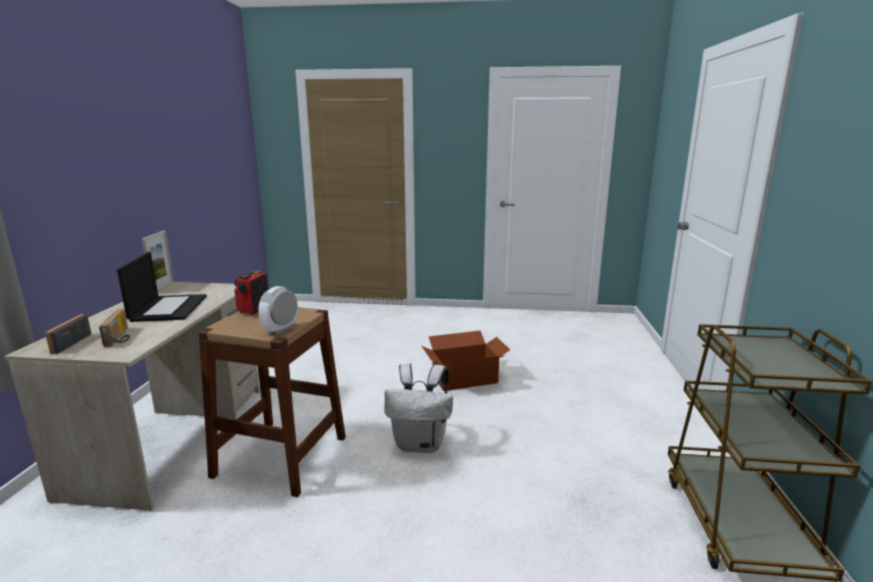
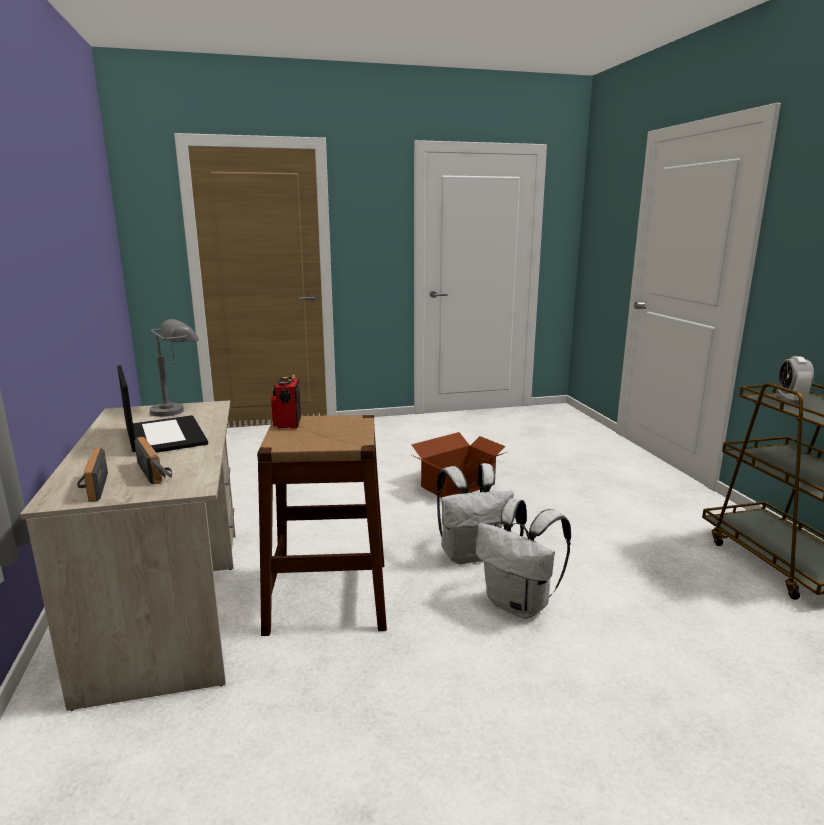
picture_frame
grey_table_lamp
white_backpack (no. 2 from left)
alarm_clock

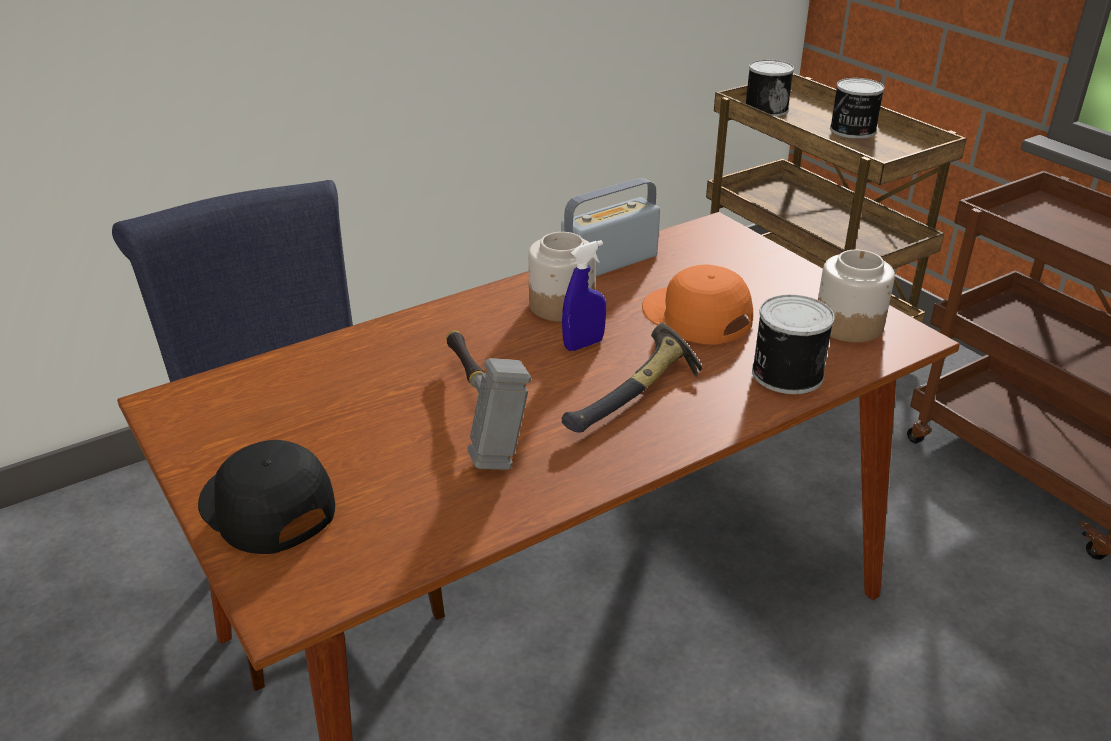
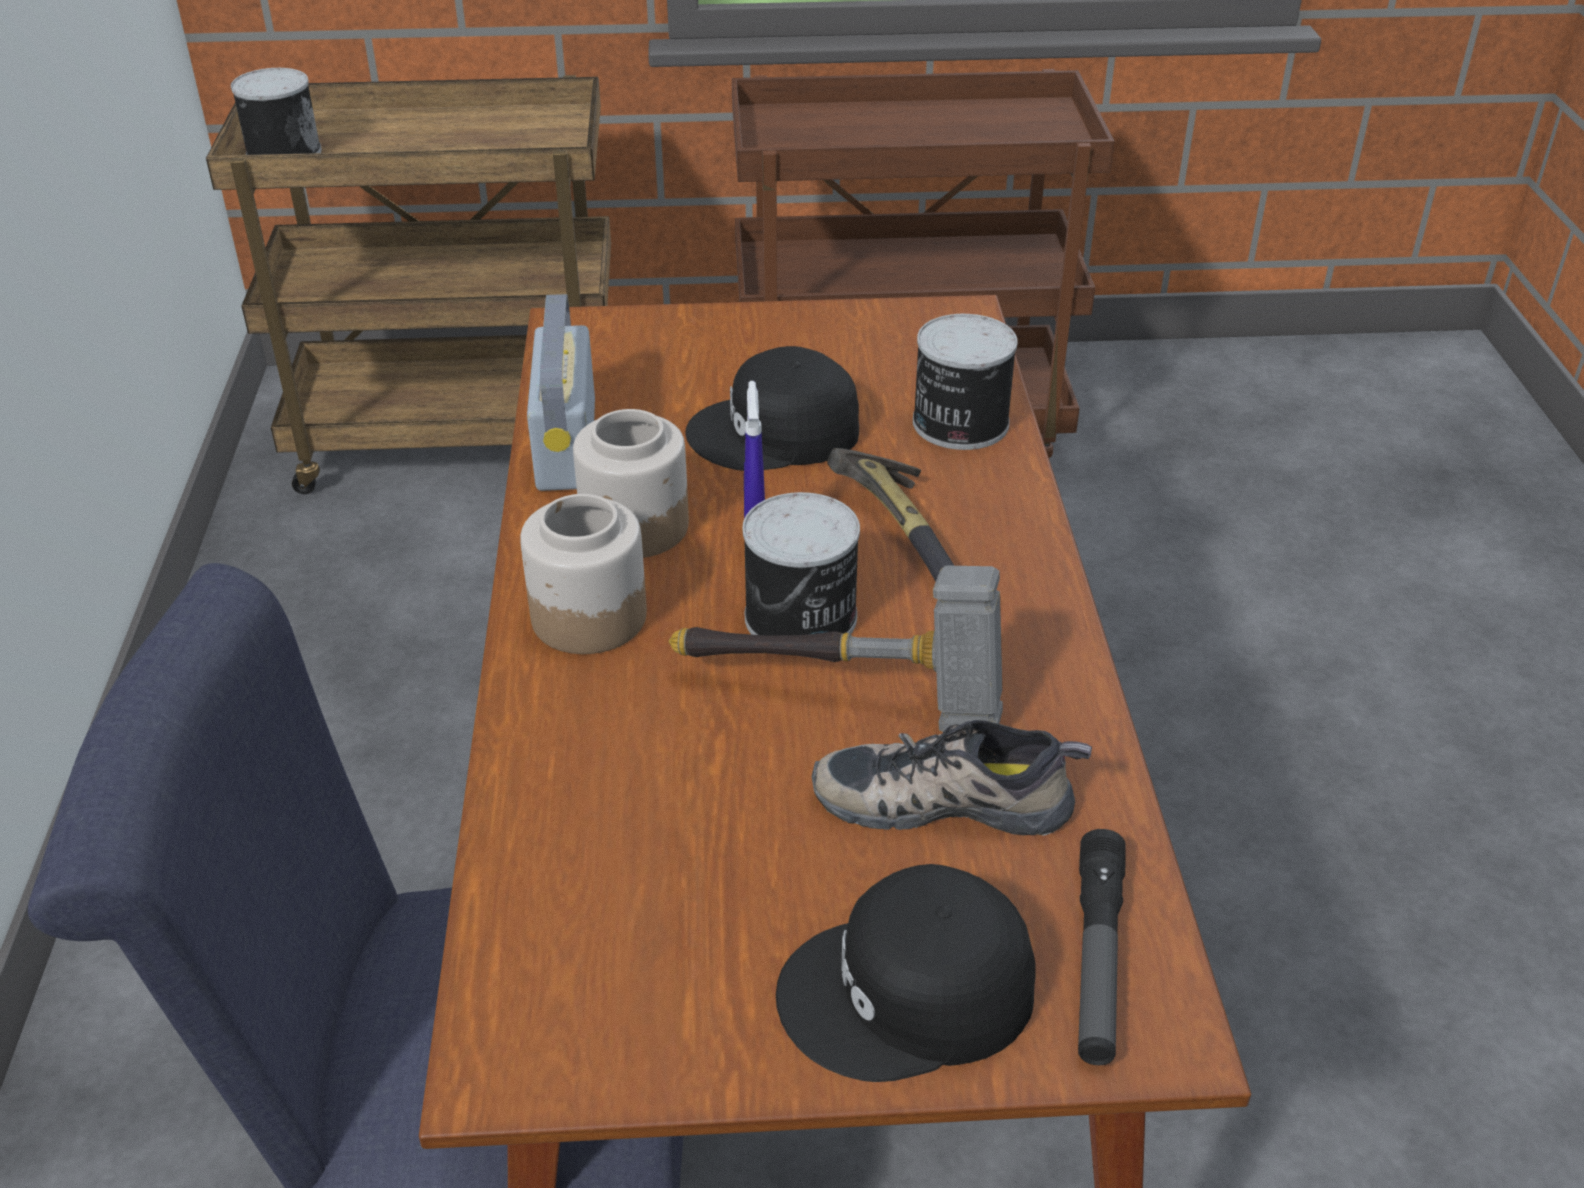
shoe
flashlight
jar (no. 1 from left)
can (no. 2 from left)
black_cap (no. 1 from left)

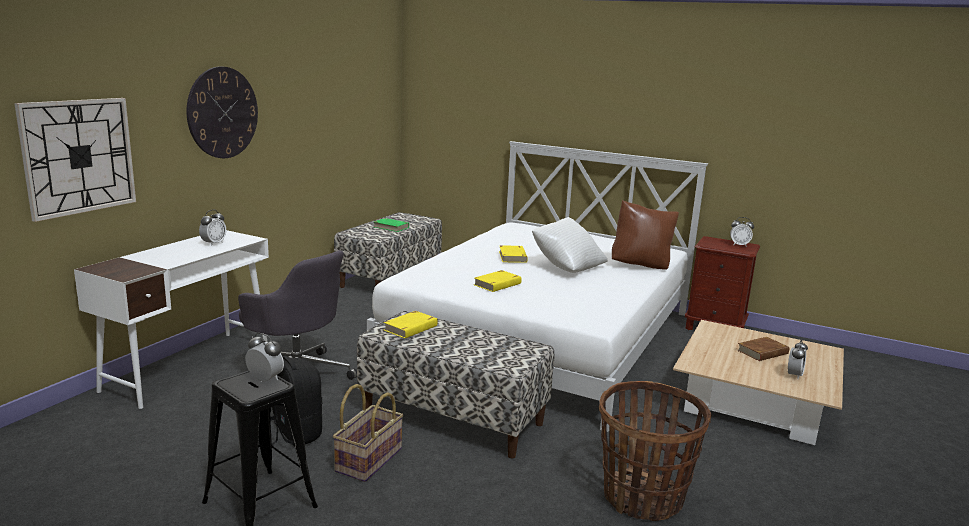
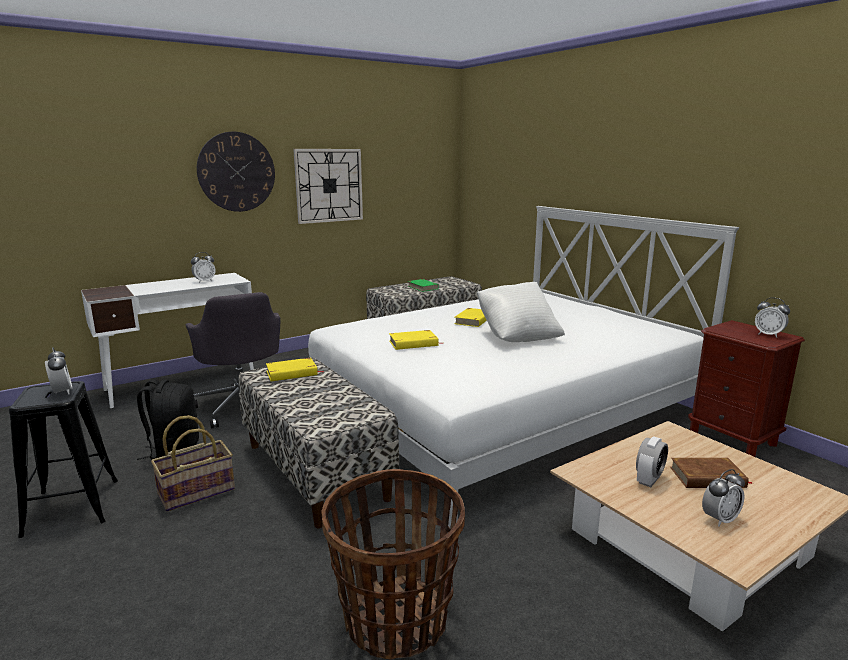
brown_pillow
alarm_clock (no. 3 from left)
wall_clock (no. 2 from left)

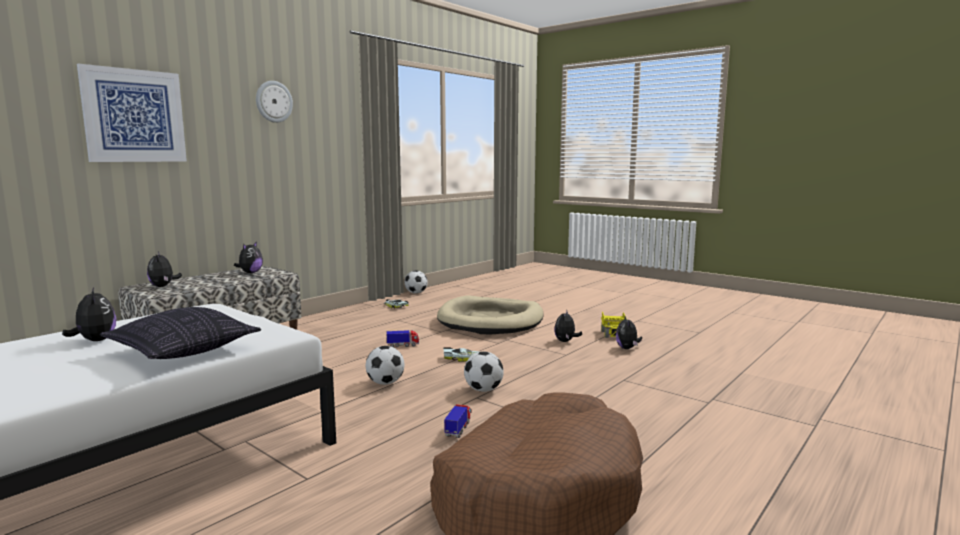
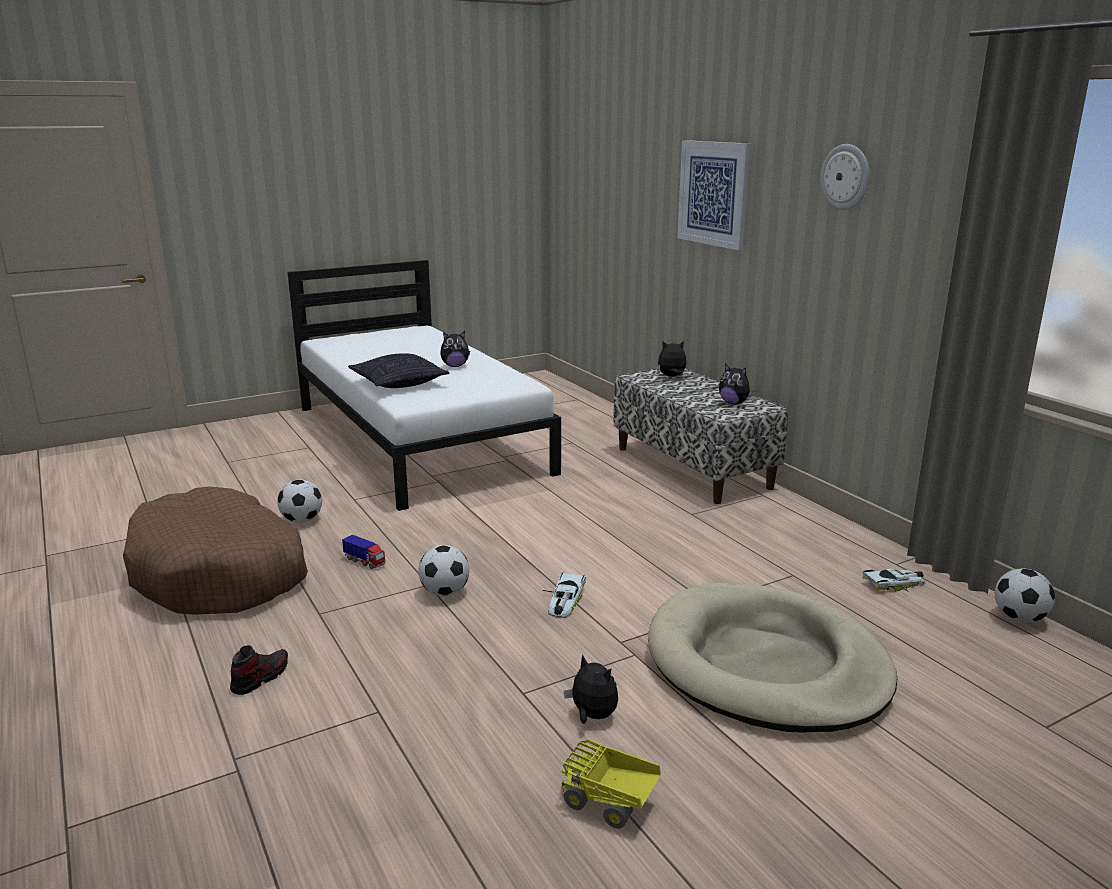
toy_truck (no. 1 from left in the first image)
plush_toy (no. 5 from left in the first image)
shoe
football (no. 1 from left)

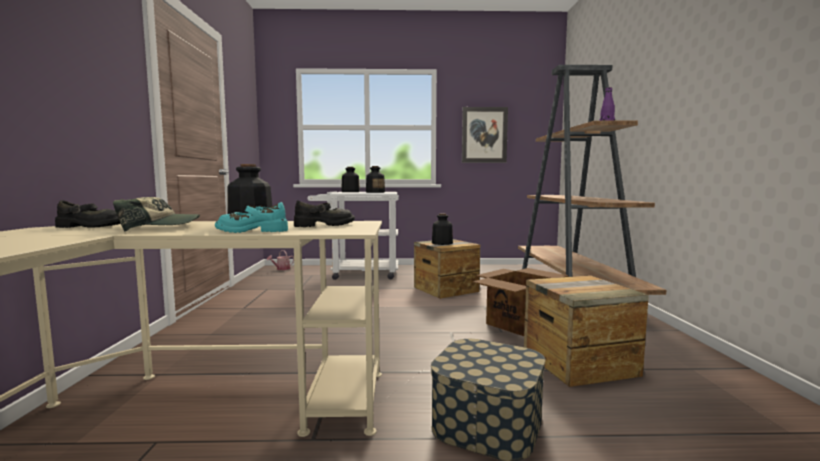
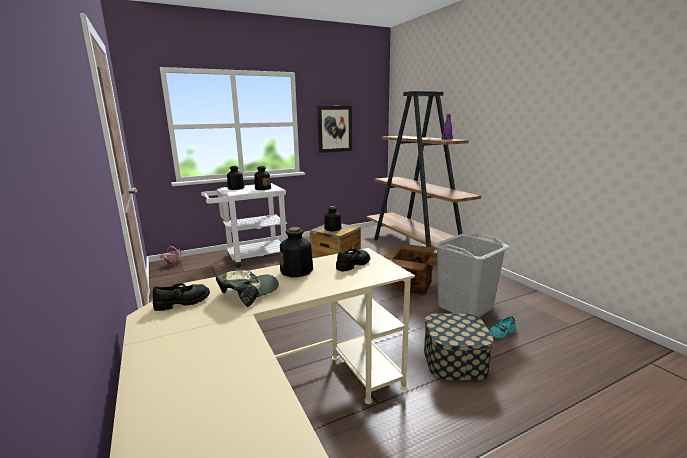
turquoise_shoe
grey_laundry_basket

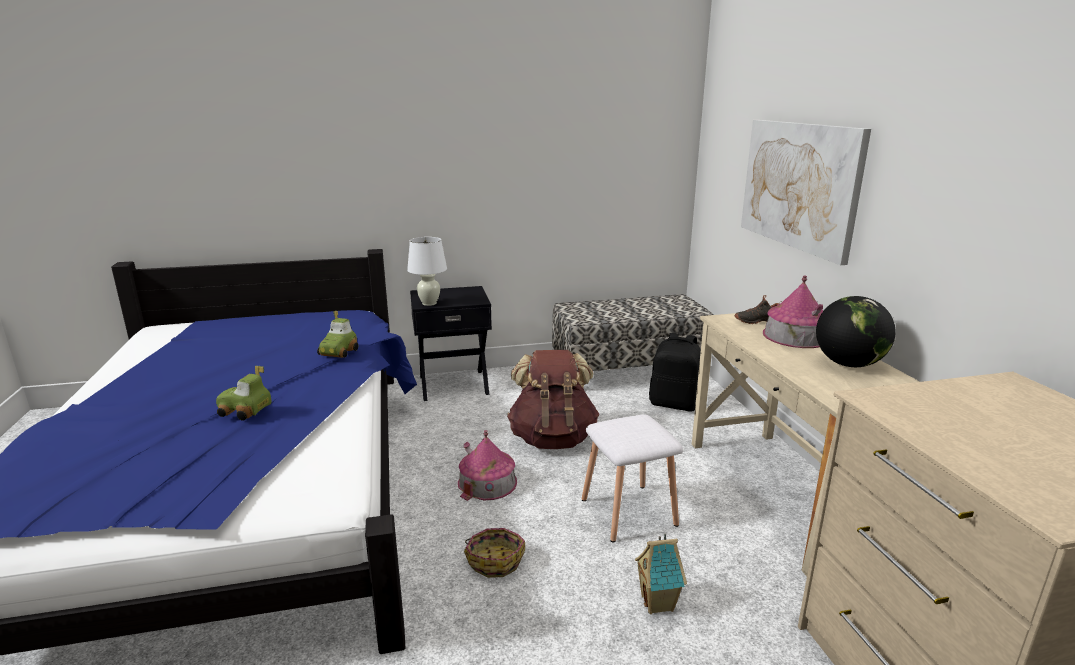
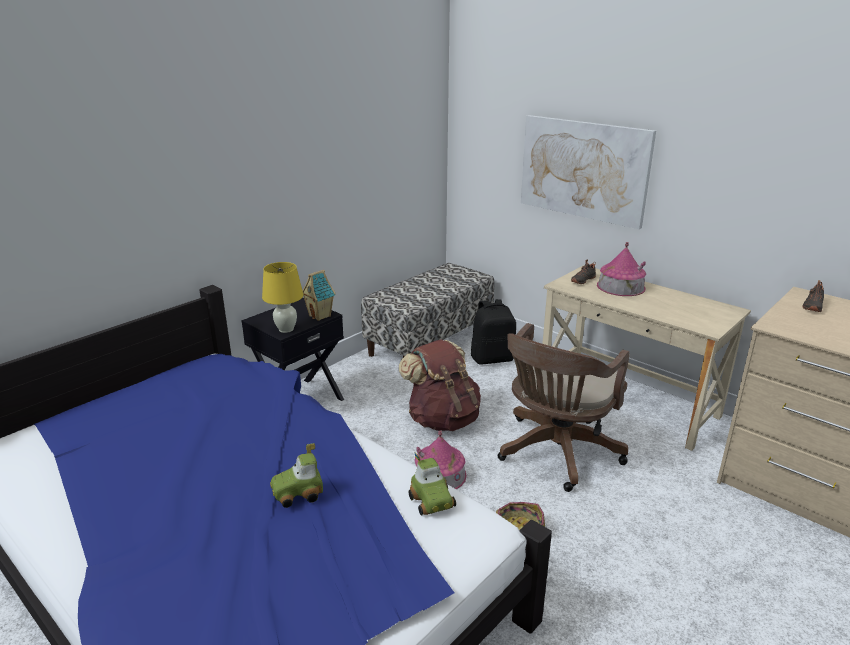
globe
black_shoe (no. 2 from left)
toy_car (no. 2 from left)
toy_house (no. 1 from left)
brown_office_chair
yellow_table_lamp

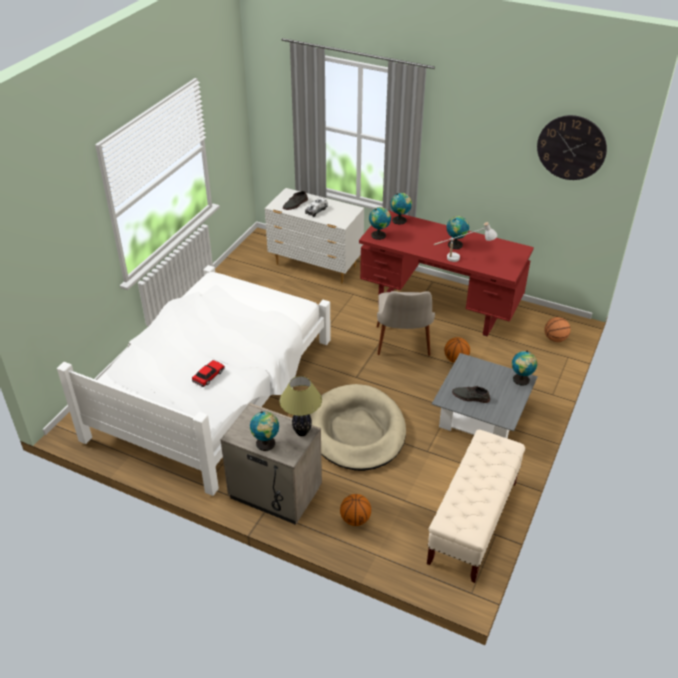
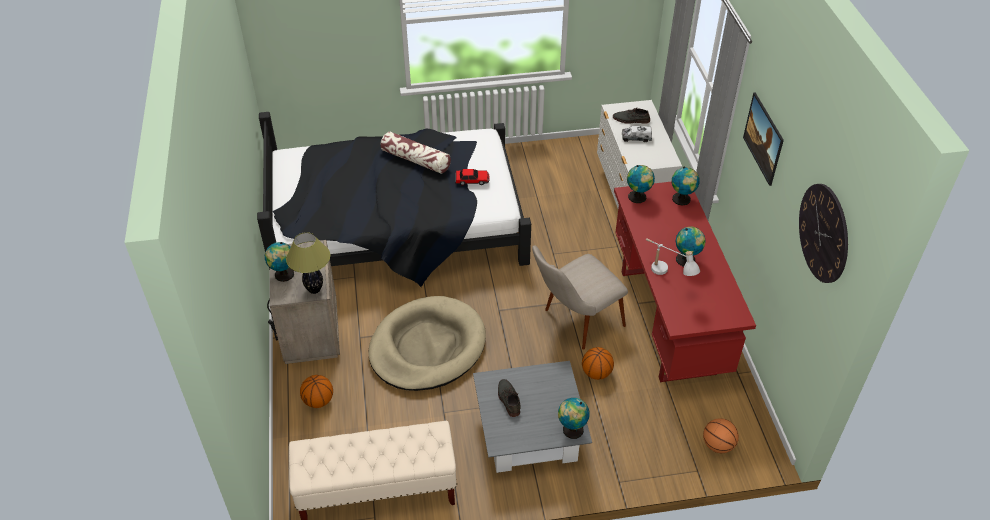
pillow
picture
toy_car
black_bed

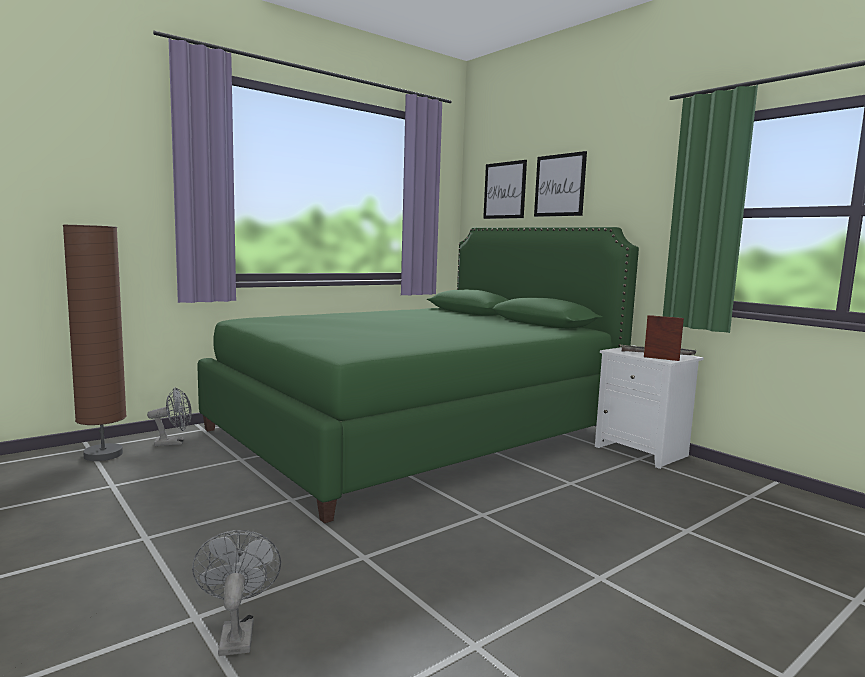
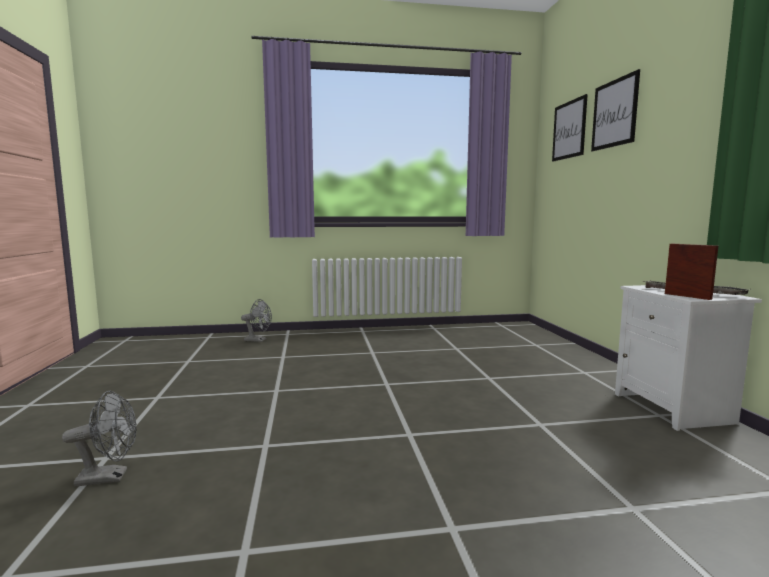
brown_floor_lamp
green_bed
grey_fan (no. 1 from left)

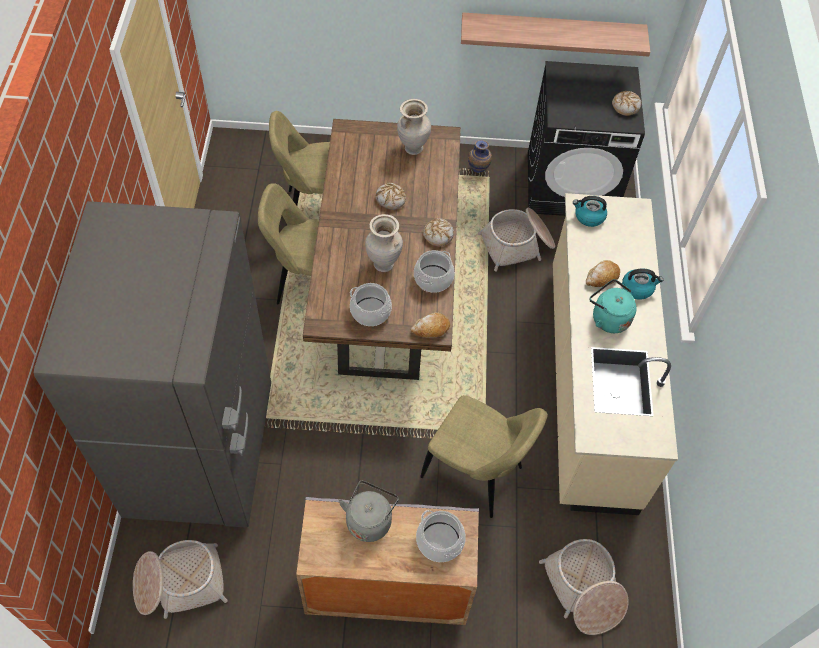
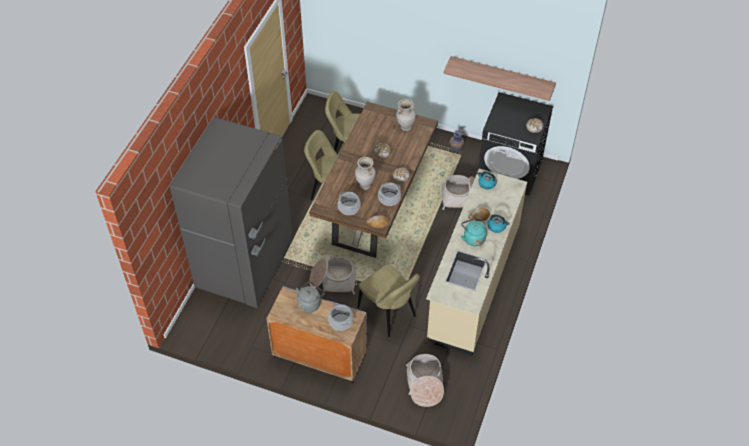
basket (no. 1 from left)

